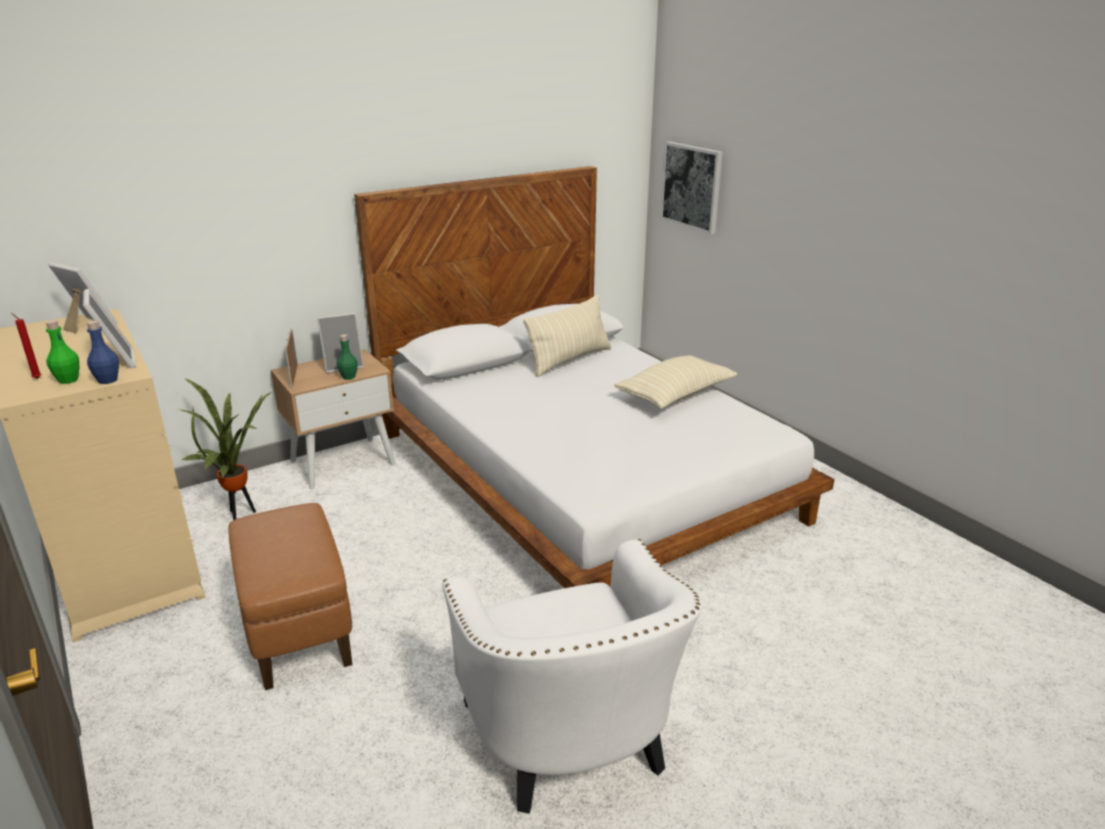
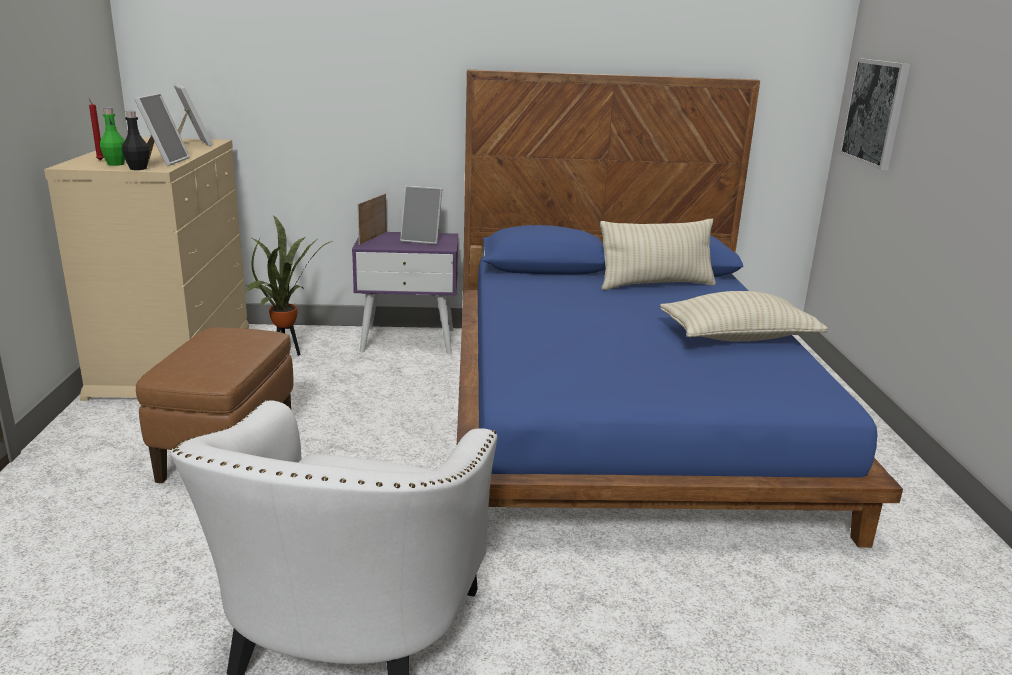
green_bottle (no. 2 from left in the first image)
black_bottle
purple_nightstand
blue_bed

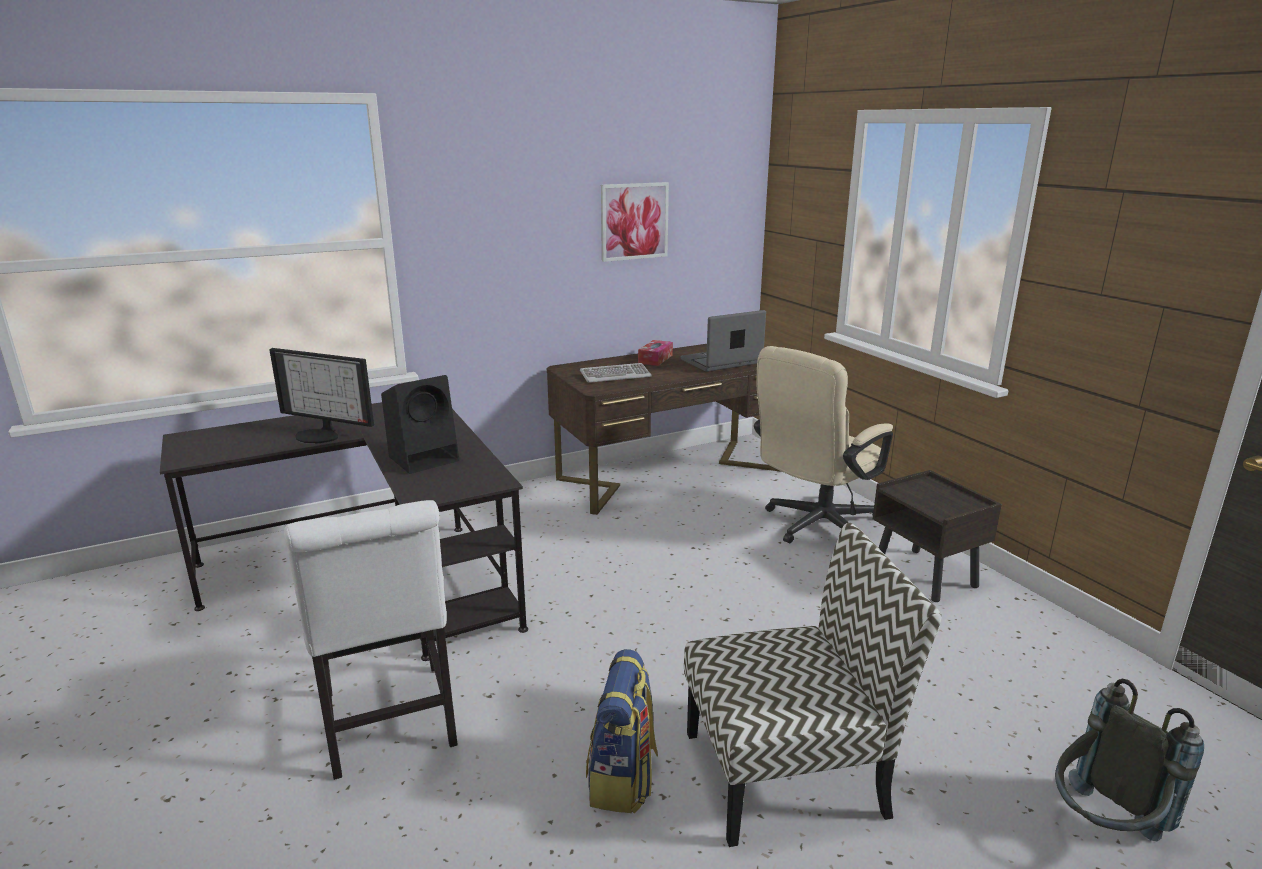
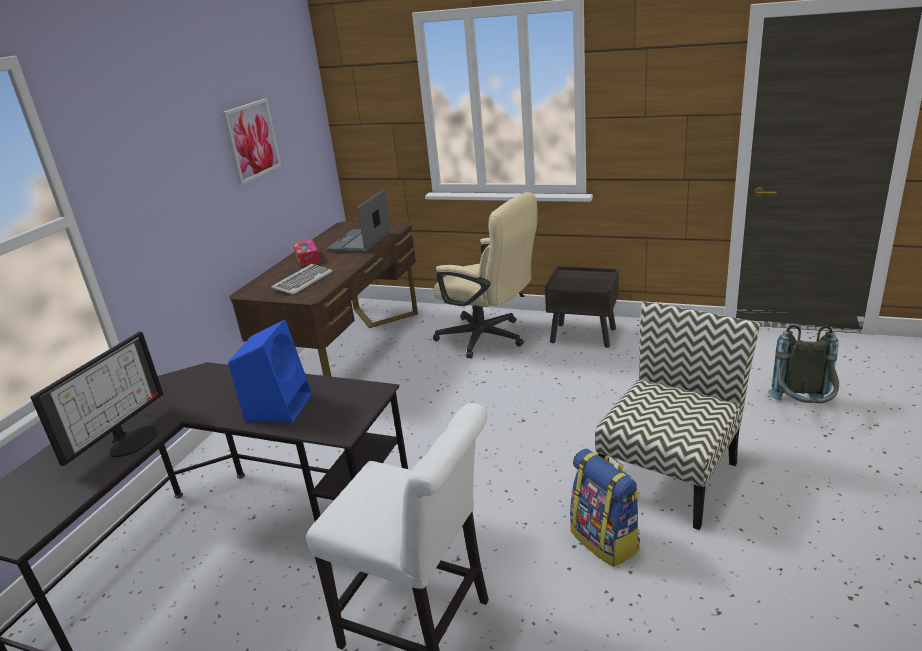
blue_speaker
monitor
beige_office_chair

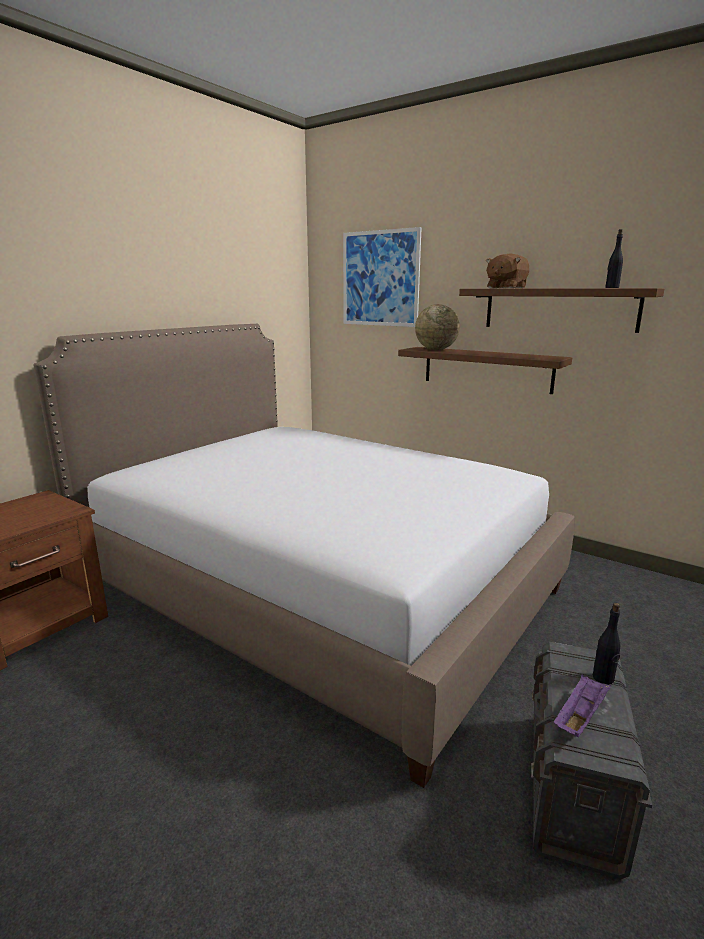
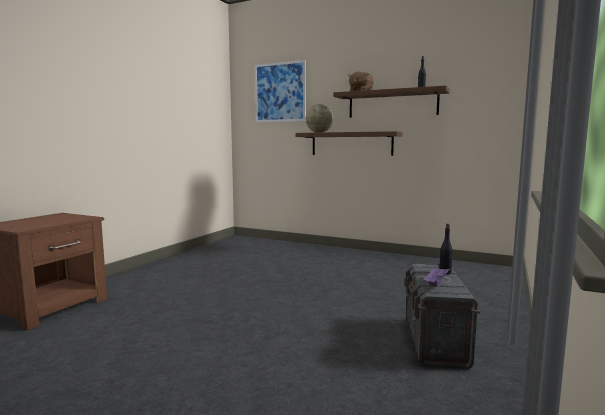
bed

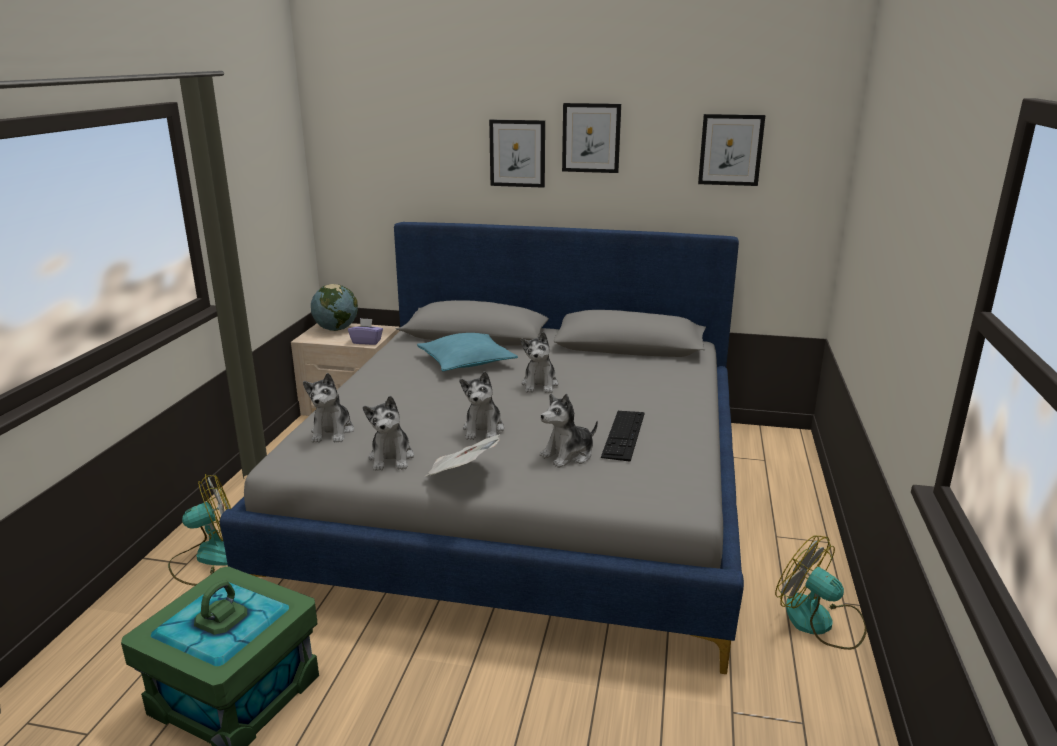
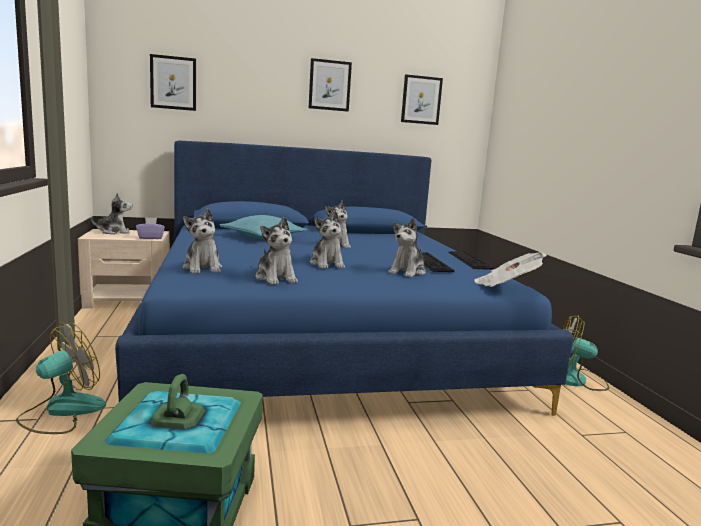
keyboard (no. 2 from left)
newspaper
picture (no. 1 from left)
plush_toy (no. 1 from left)
blue_bed

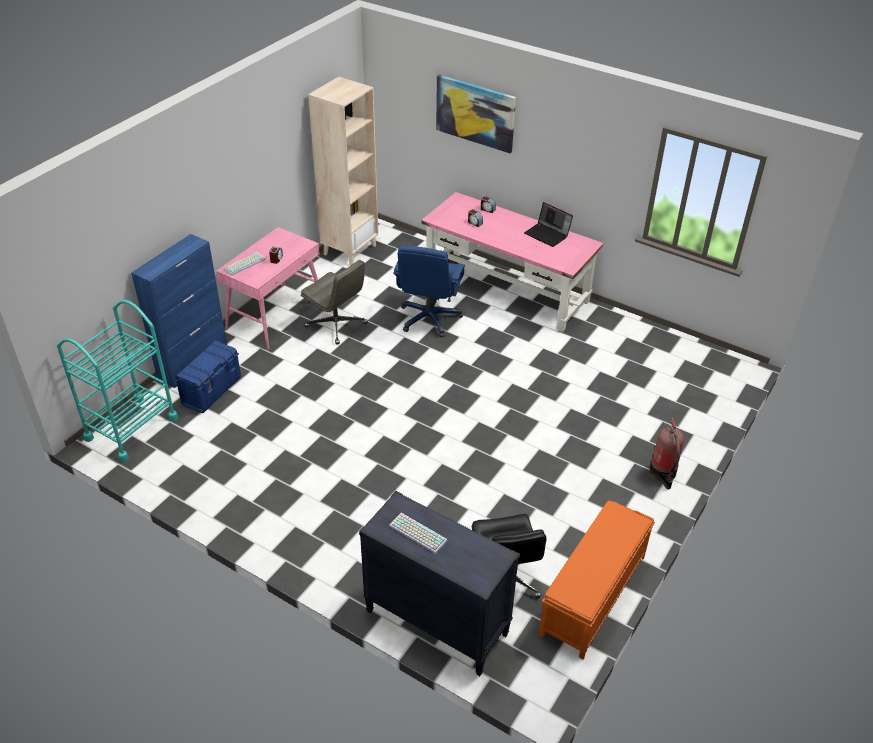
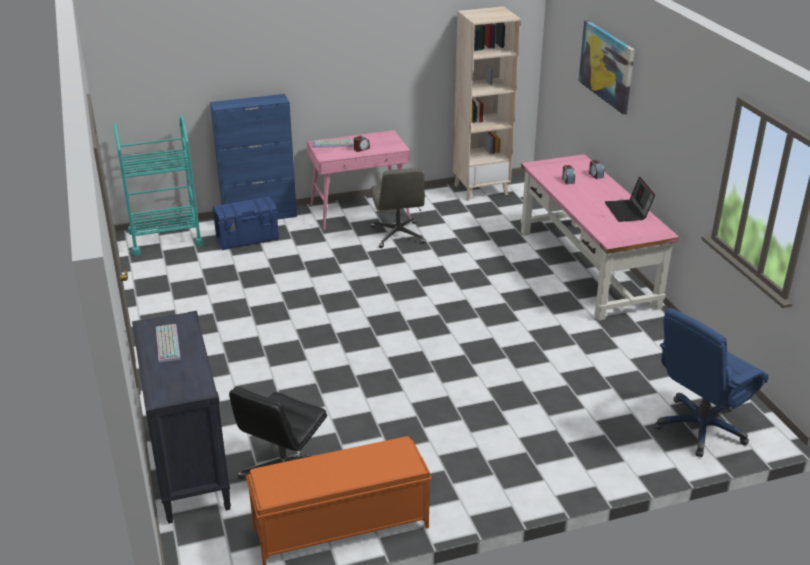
fire_extinguisher
blue_office_chair

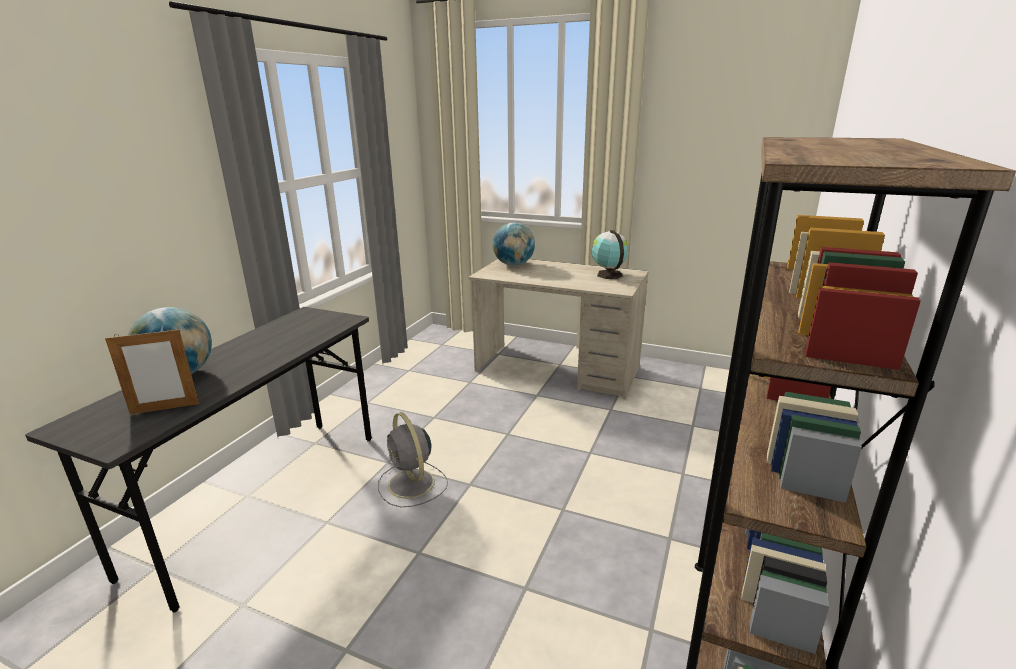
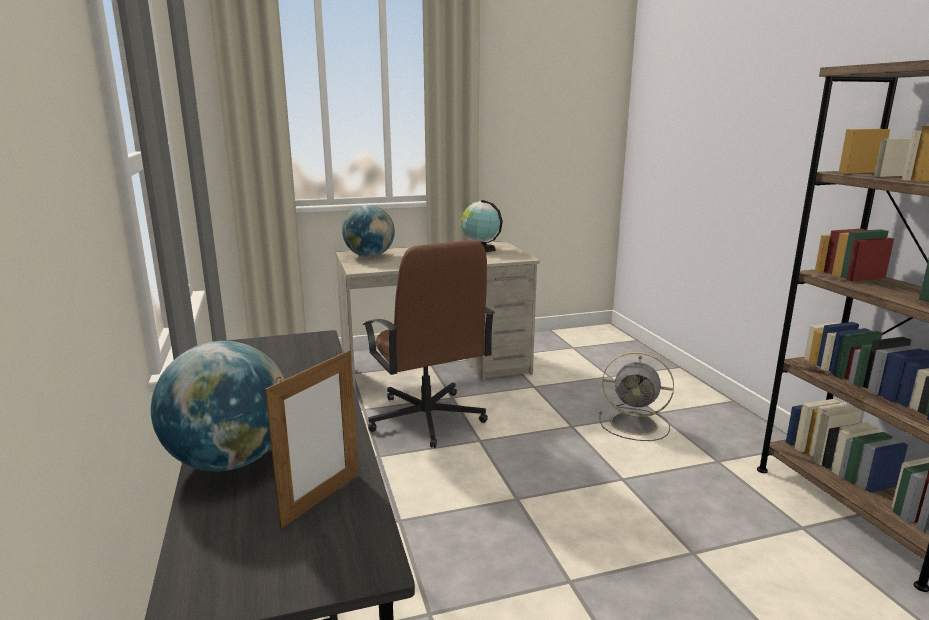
brown_office_chair
grey_fan

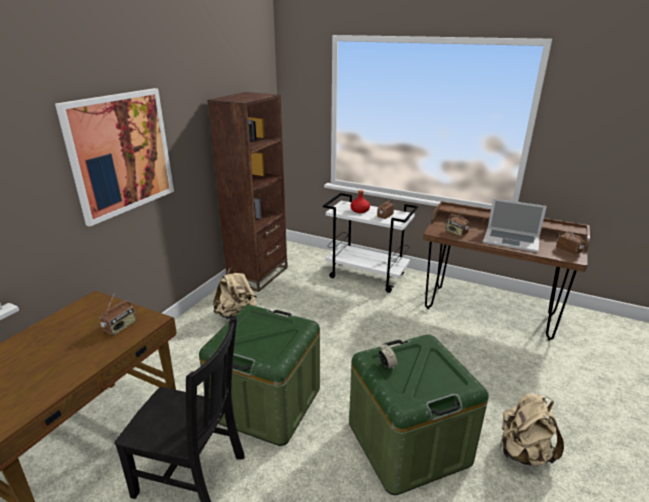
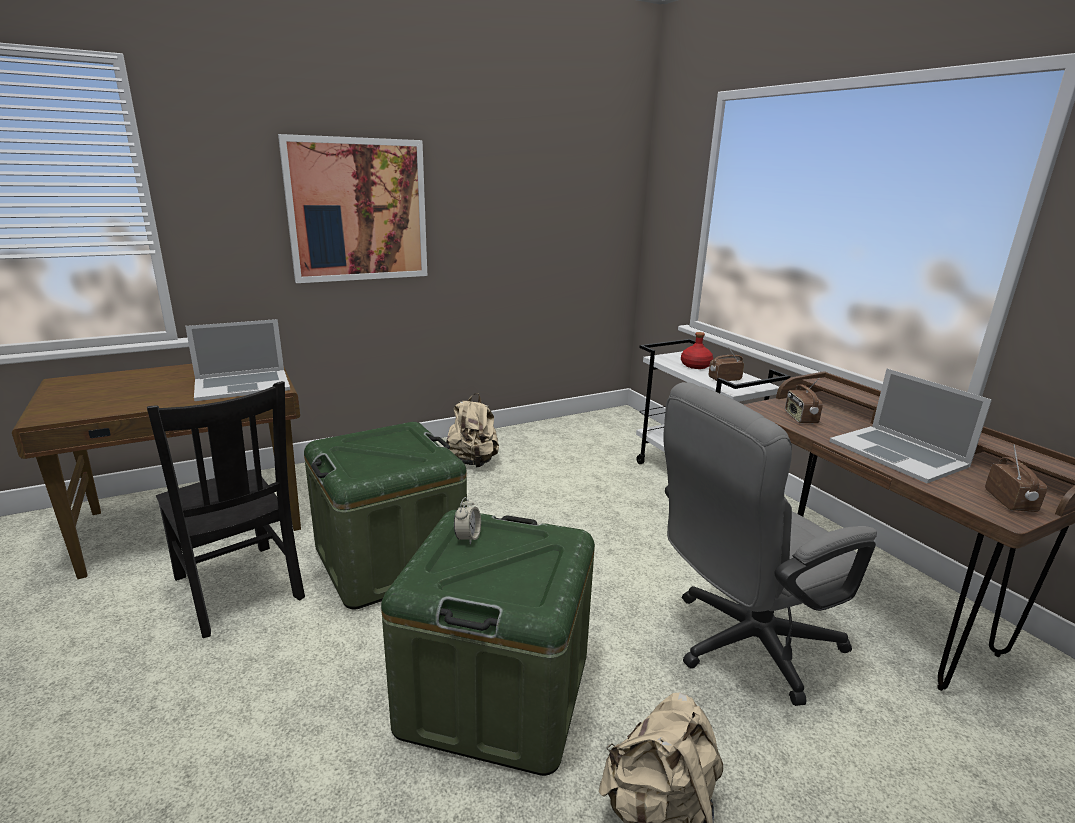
brown_bookcase
grey_office_chair
laptop (no. 1 from left)

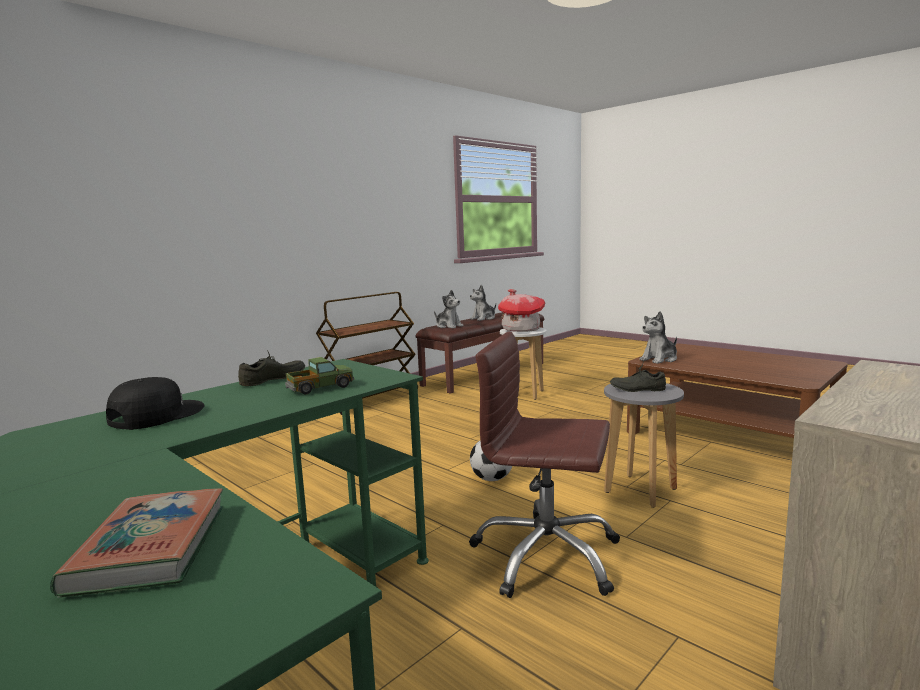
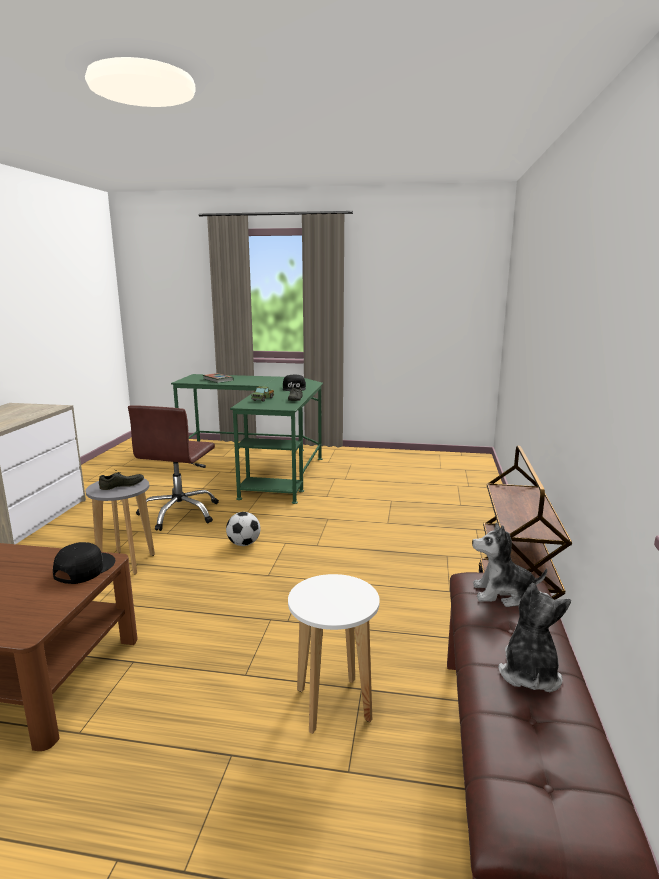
toy_house
black_cap (no. 1 from left)
brown_office_chair

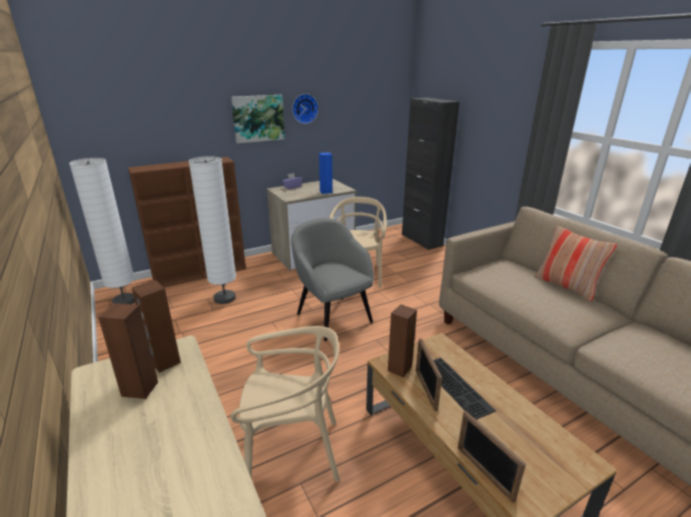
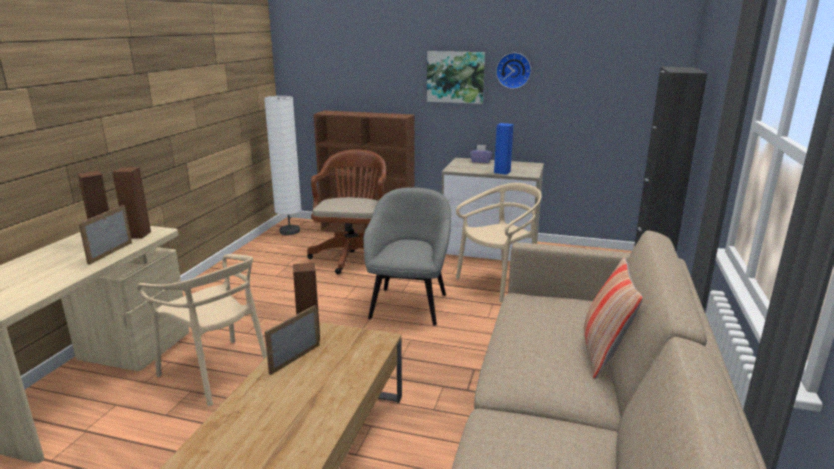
keyboard
picture_frame (no. 1 from left)
brown_office_chair

